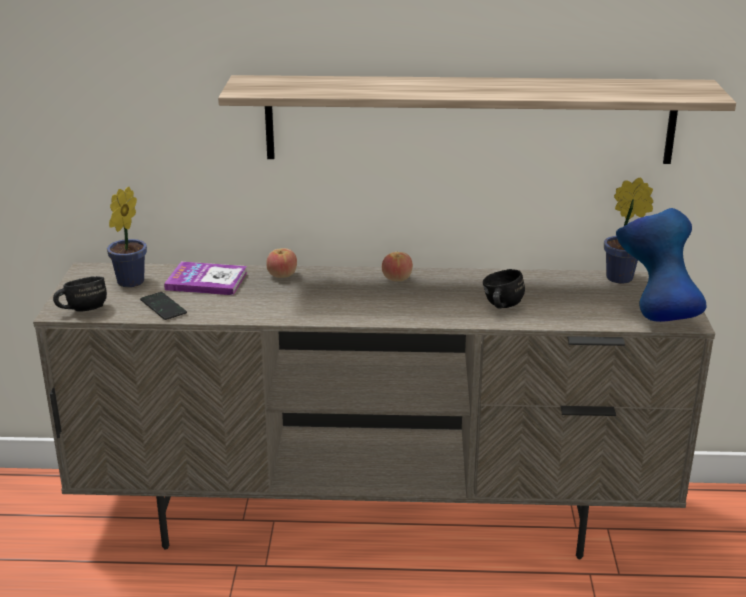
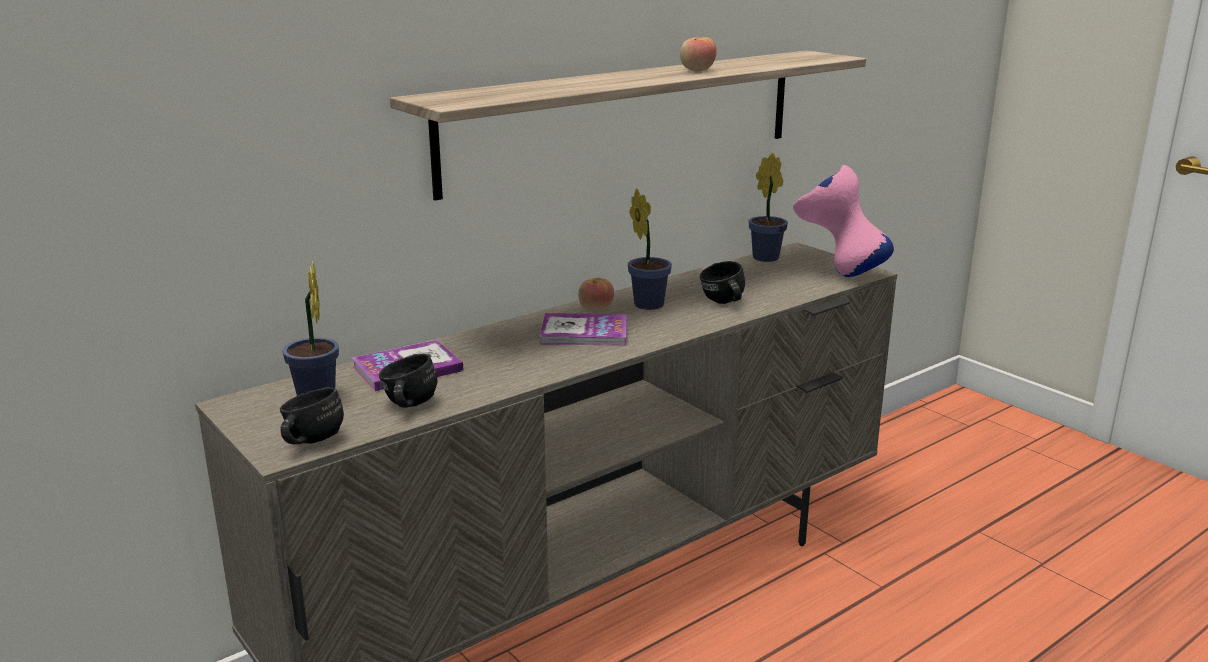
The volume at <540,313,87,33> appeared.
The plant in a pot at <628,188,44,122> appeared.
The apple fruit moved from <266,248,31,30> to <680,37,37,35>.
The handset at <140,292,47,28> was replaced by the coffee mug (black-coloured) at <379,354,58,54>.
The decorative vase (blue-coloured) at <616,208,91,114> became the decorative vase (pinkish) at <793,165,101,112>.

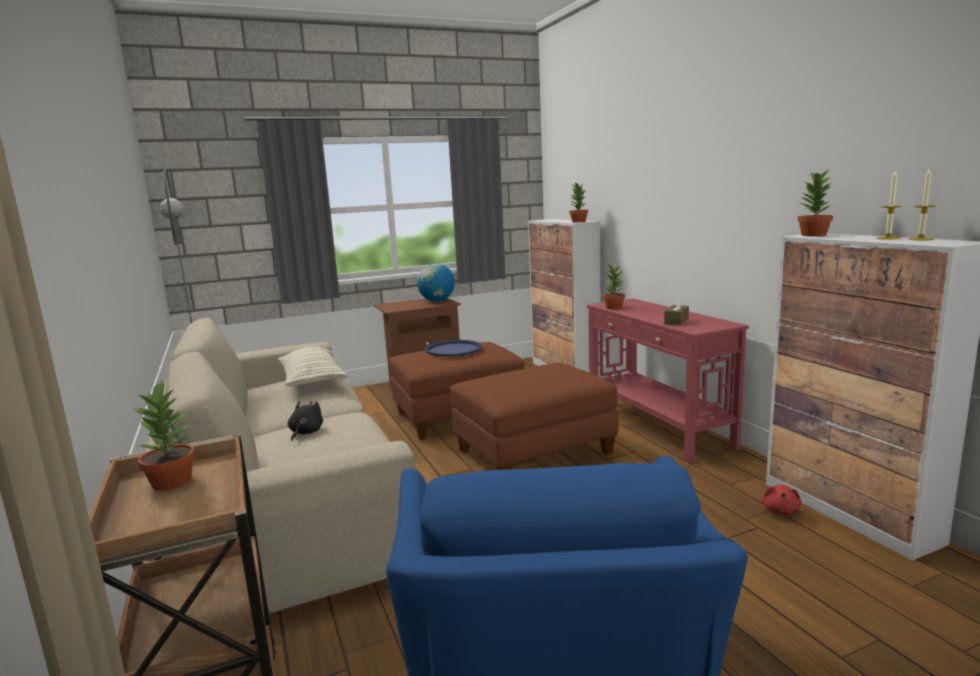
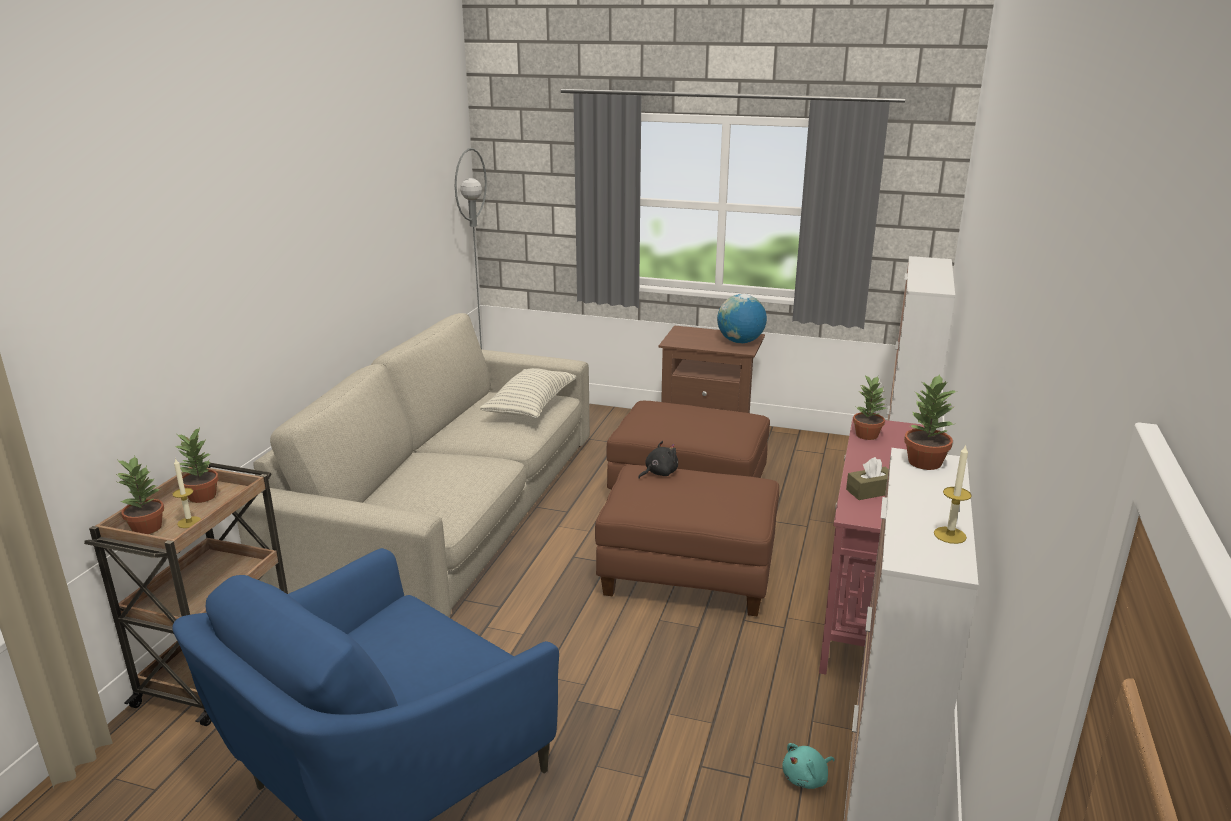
The tray (blue-coloured) at <425,340,57,17> disappeared.
The plush toy (black-coloured) moved from <288,401,35,40> to <638,441,40,38>.
The plant in a pot moved from <569,182,19,41> to <117,456,47,78>.
The candle moved from <876,169,26,71> to <173,458,28,70>.
The plush toy (red-coloured) at <761,485,41,30> became the plush toy (blue-green) at <782,743,53,46>.

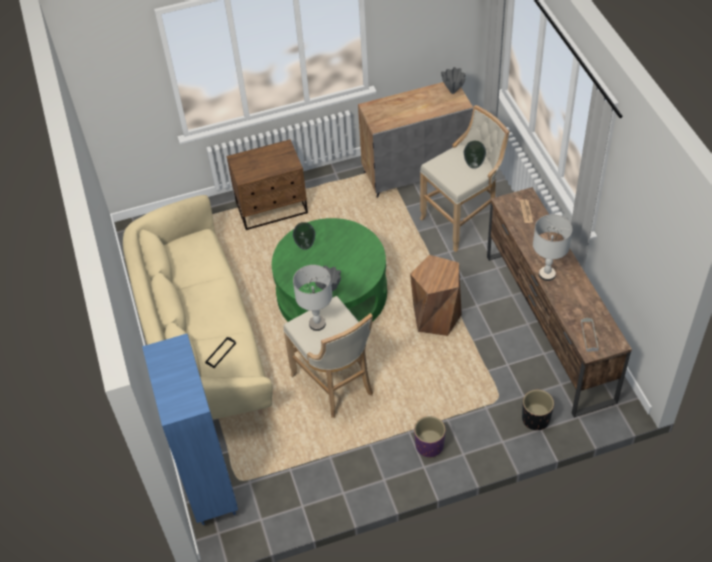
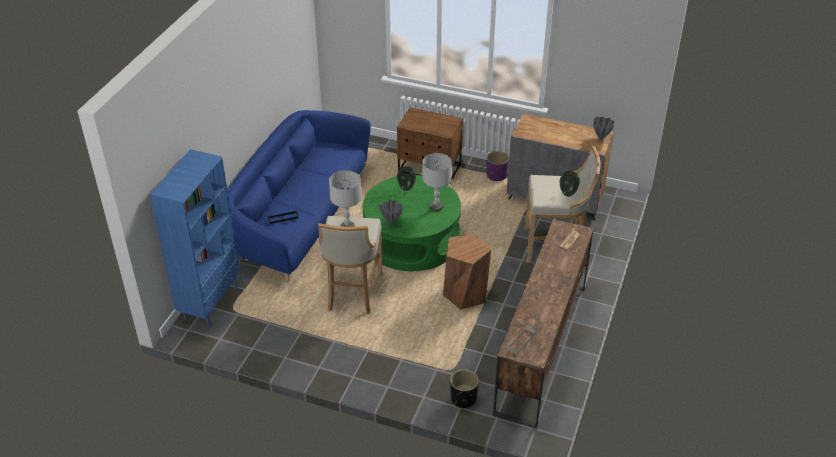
The plant pot (purplish) moved from <414,416,31,42> to <487,151,22,30>.
The lamp for a table (greyish) moved from <533,214,40,67> to <422,153,30,58>.
The couch (beige) at <123,195,150,224> became the couch (blue-coloured) at <227,110,144,171>.

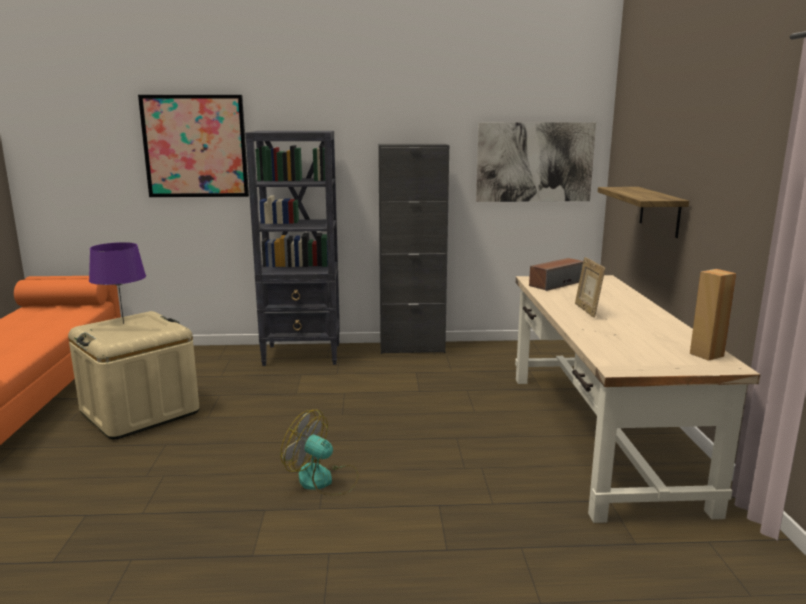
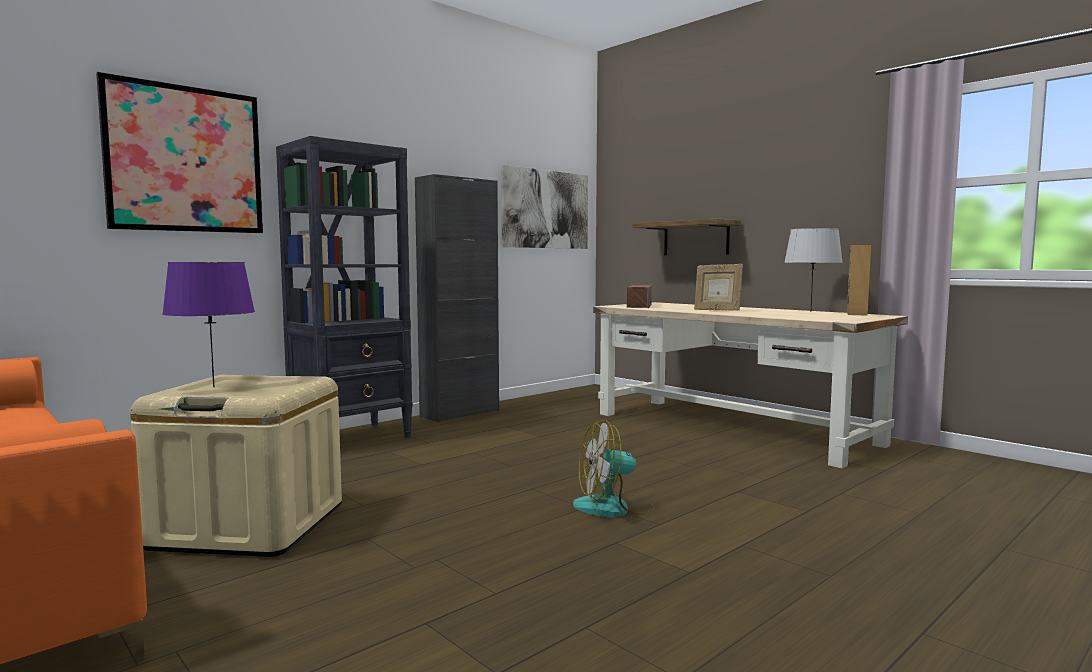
The lamp for a table (greyish) at <784,228,59,80> appeared.

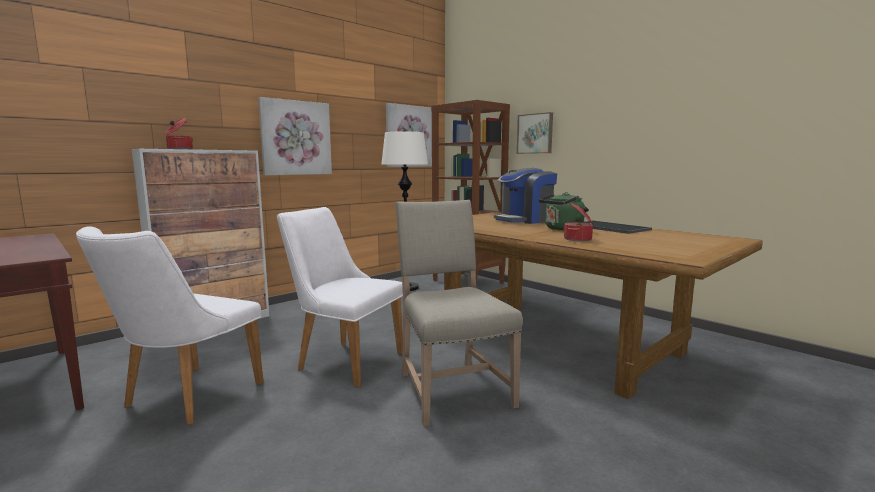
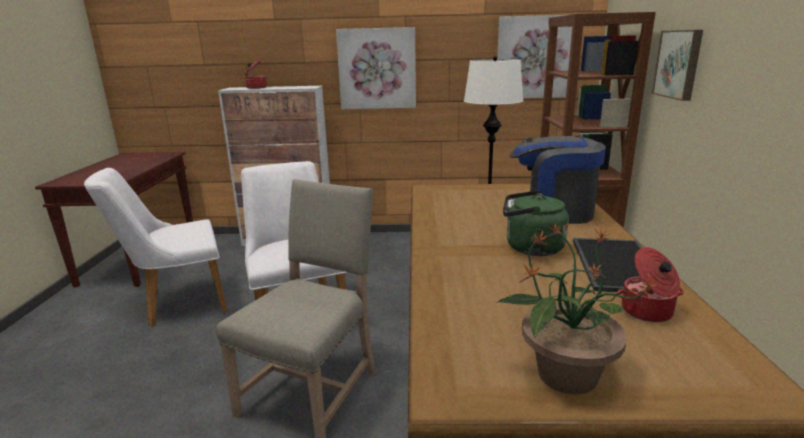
The plant in a pot at <496,221,163,174> appeared.
The saucepot moved from <563,203,30,38> to <617,247,67,75>.

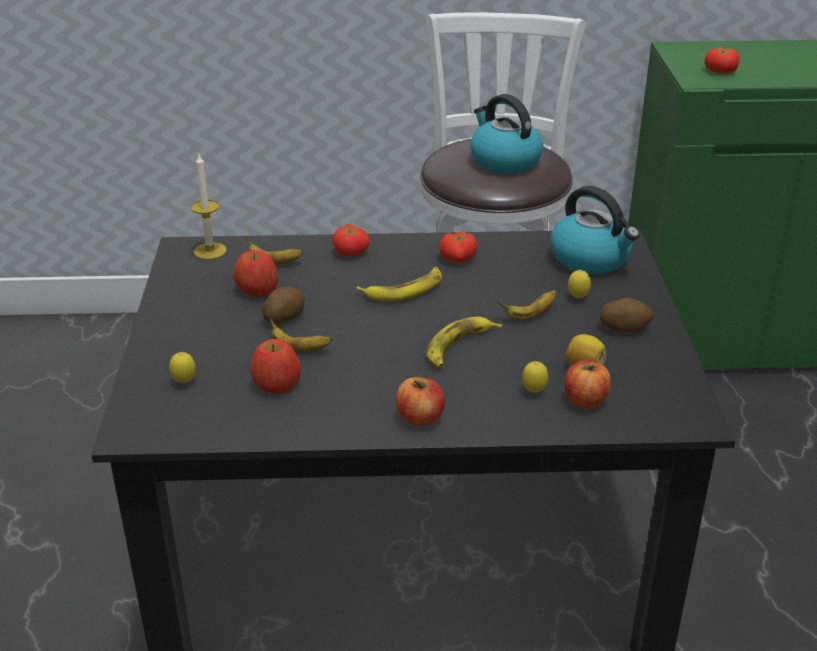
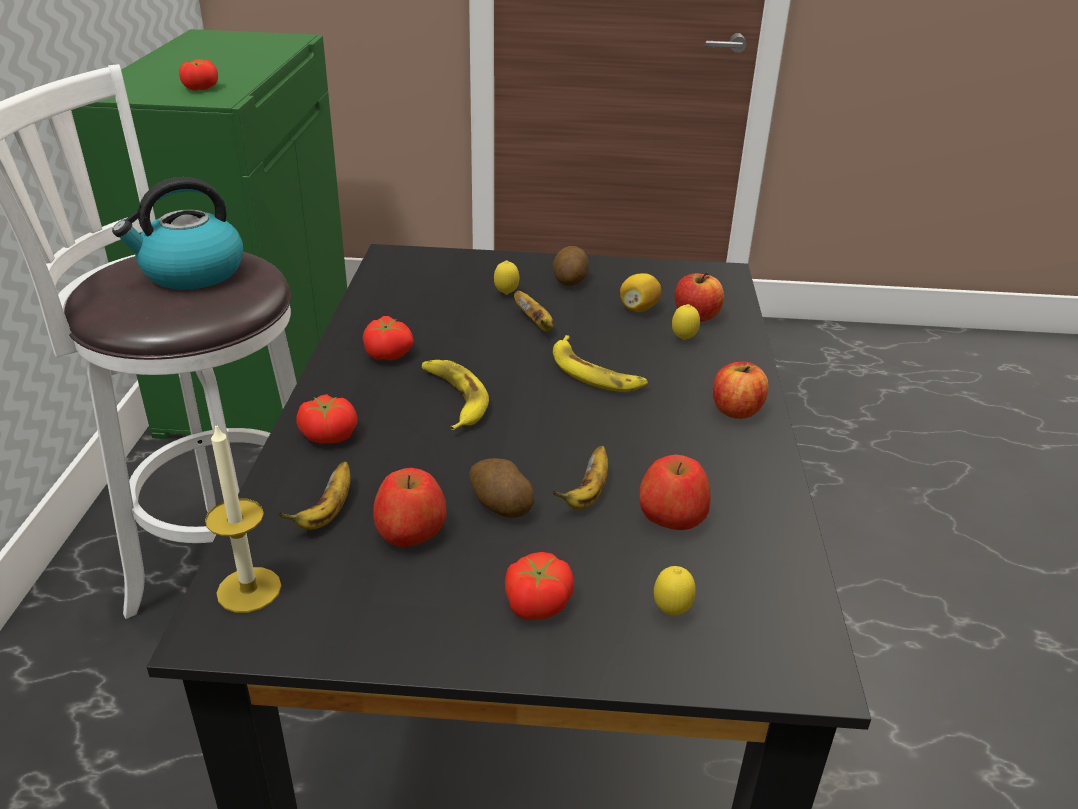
The water kettle at <550,186,89,88> disappeared.
The tomato at <505,552,69,68> appeared.

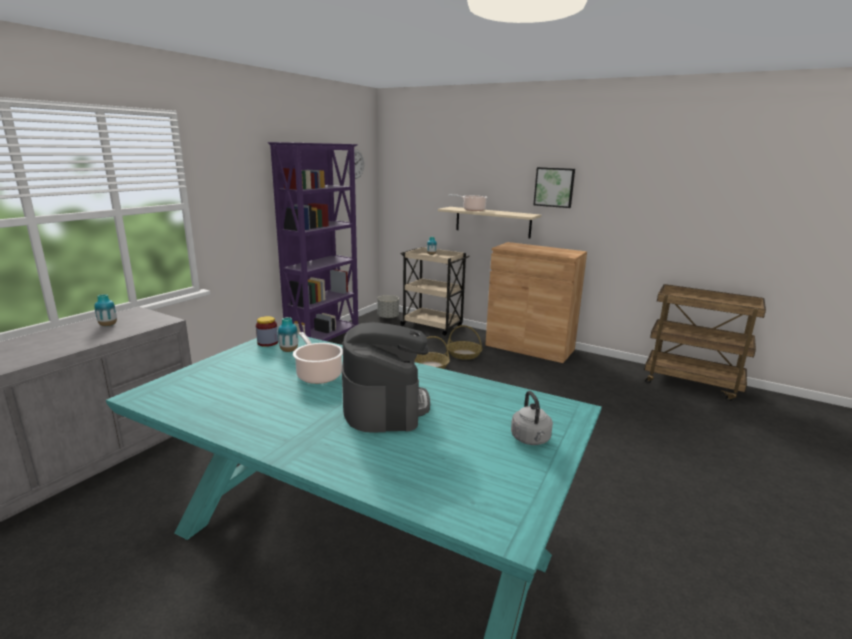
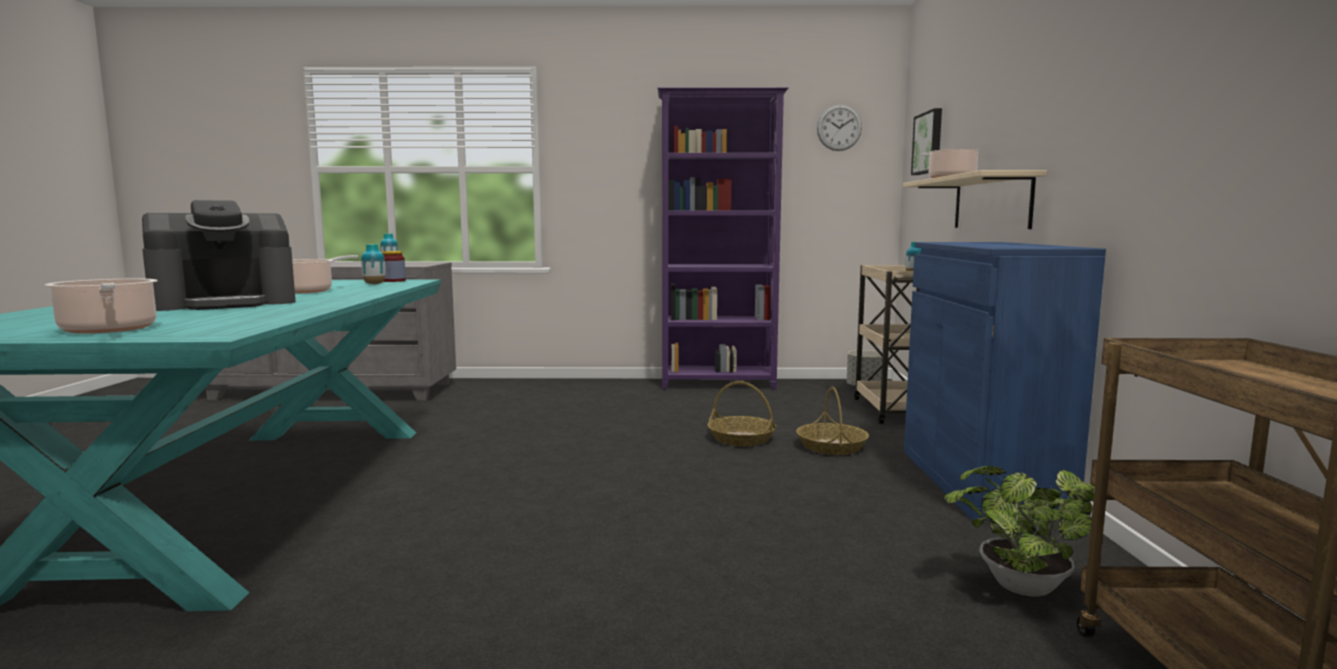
The plant in a pot at <944,466,151,130> appeared.
The wall art moved from <533,167,42,41> to <911,108,31,67>.
The water kettle (greyish) at <511,391,42,54> was replaced by the saucepot at <45,279,112,55>.
The storage cabinet (brown-coloured) at <485,242,102,121> became the storage cabinet (blue-coloured) at <904,242,202,279>.

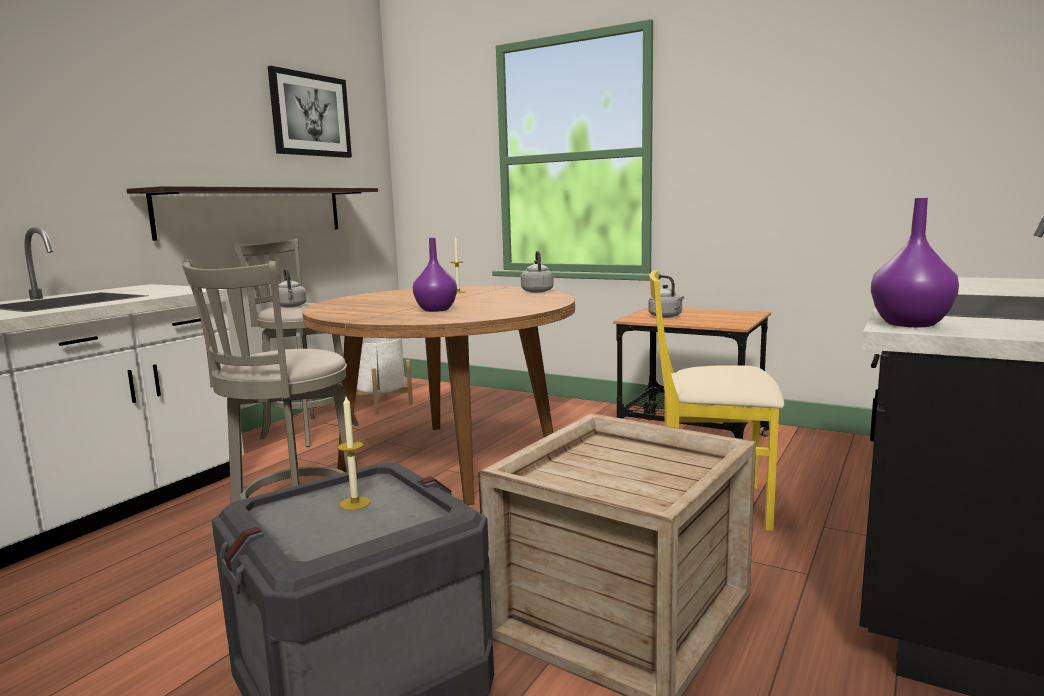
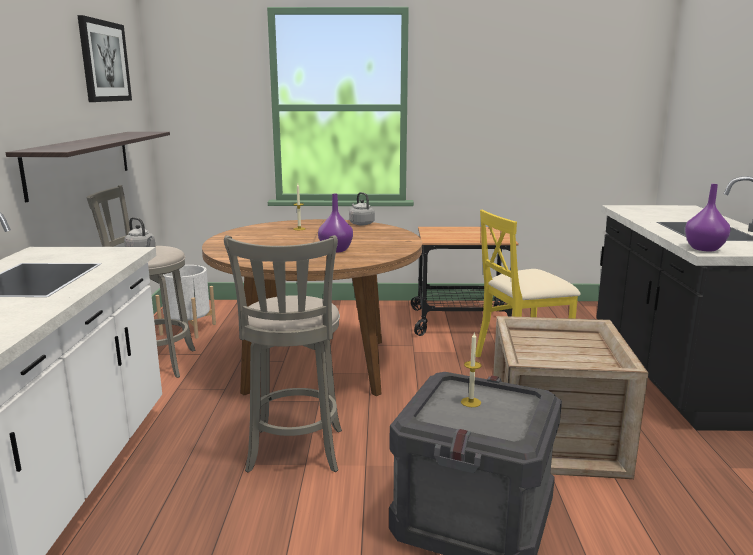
The water kettle (greyish) at <649,275,35,43> disappeared.

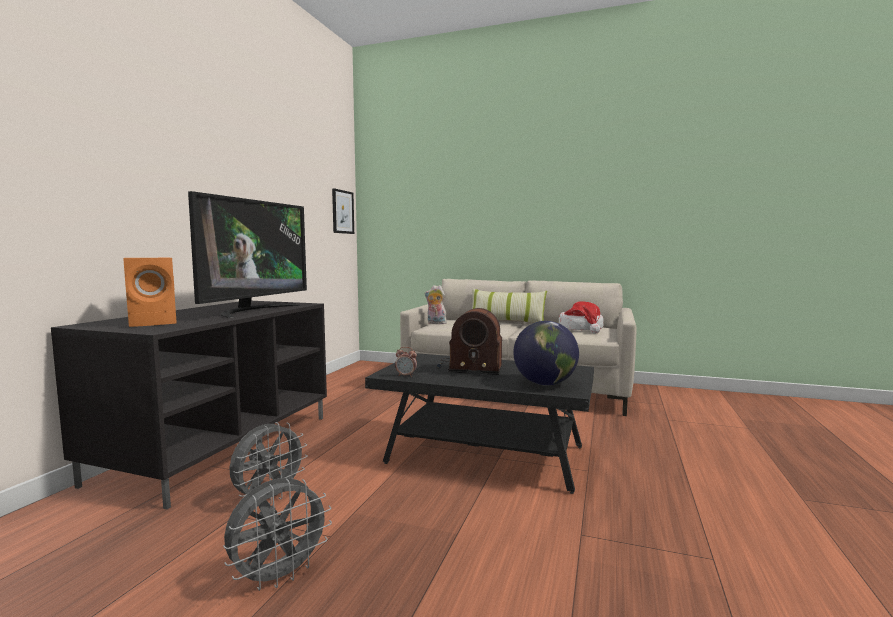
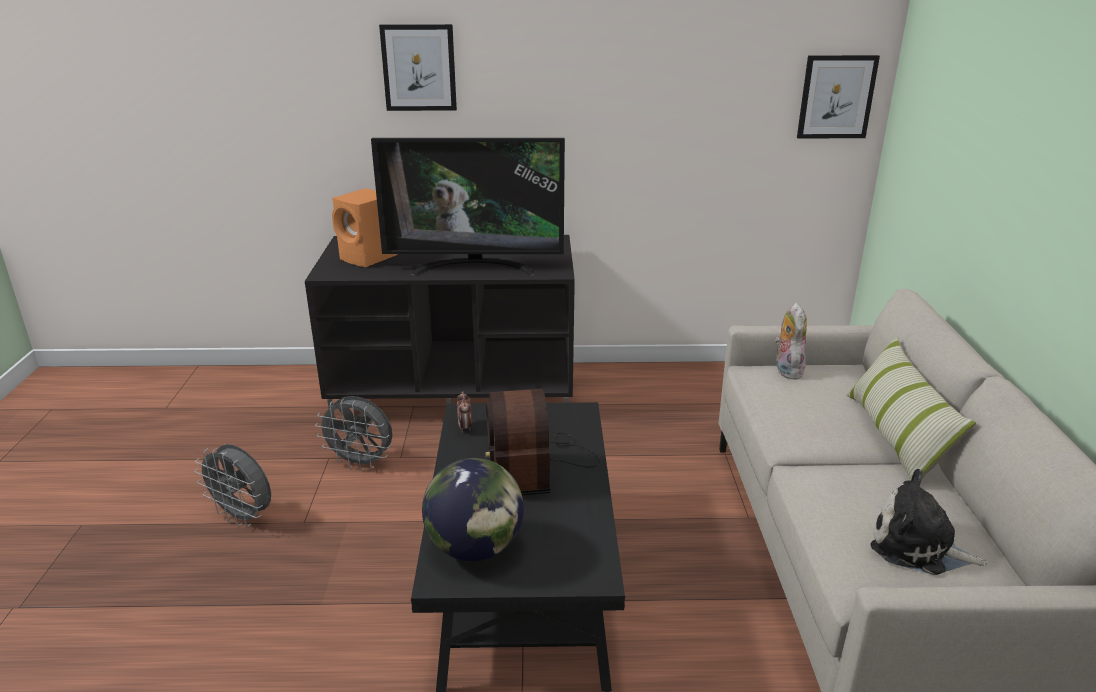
The wall art at <379,24,78,87> appeared.
The wearable hat at <559,301,44,33> was replaced by the plush toy at <870,469,118,106>.

